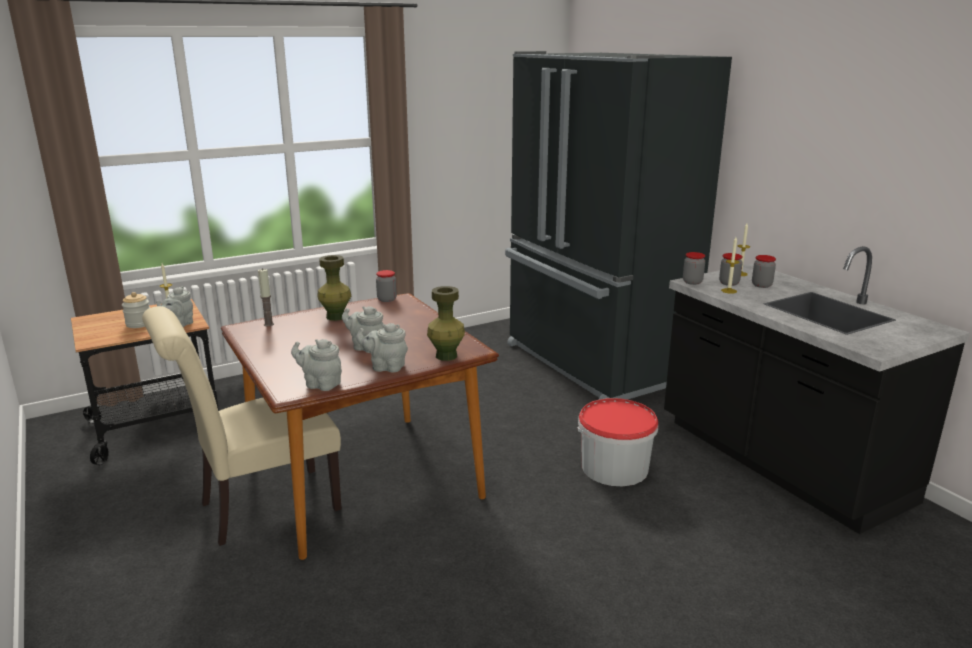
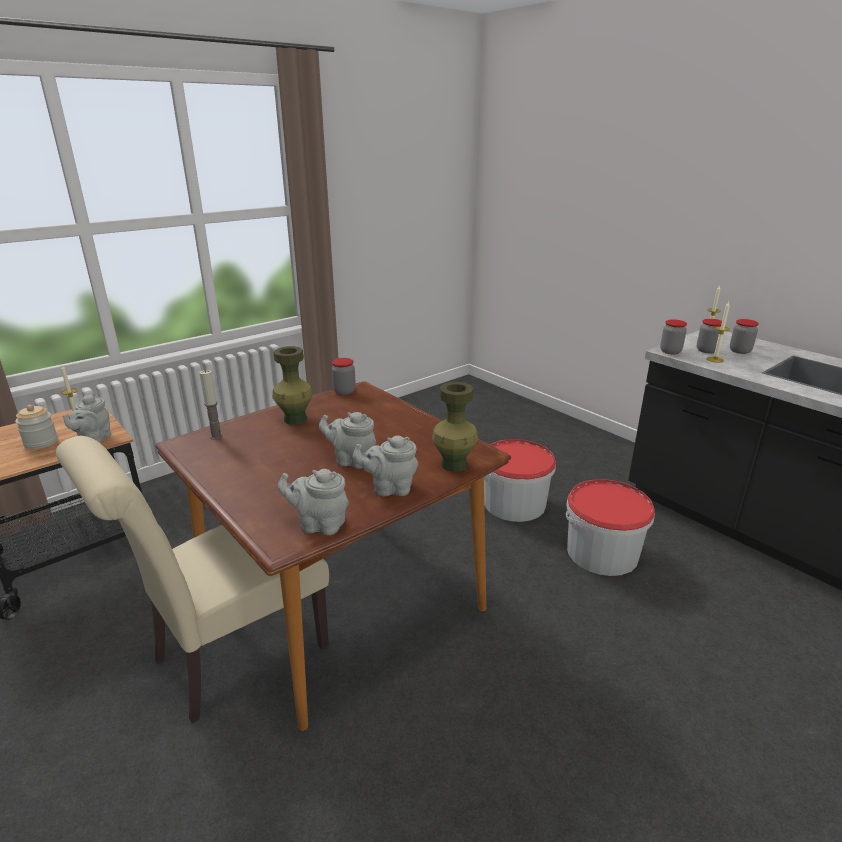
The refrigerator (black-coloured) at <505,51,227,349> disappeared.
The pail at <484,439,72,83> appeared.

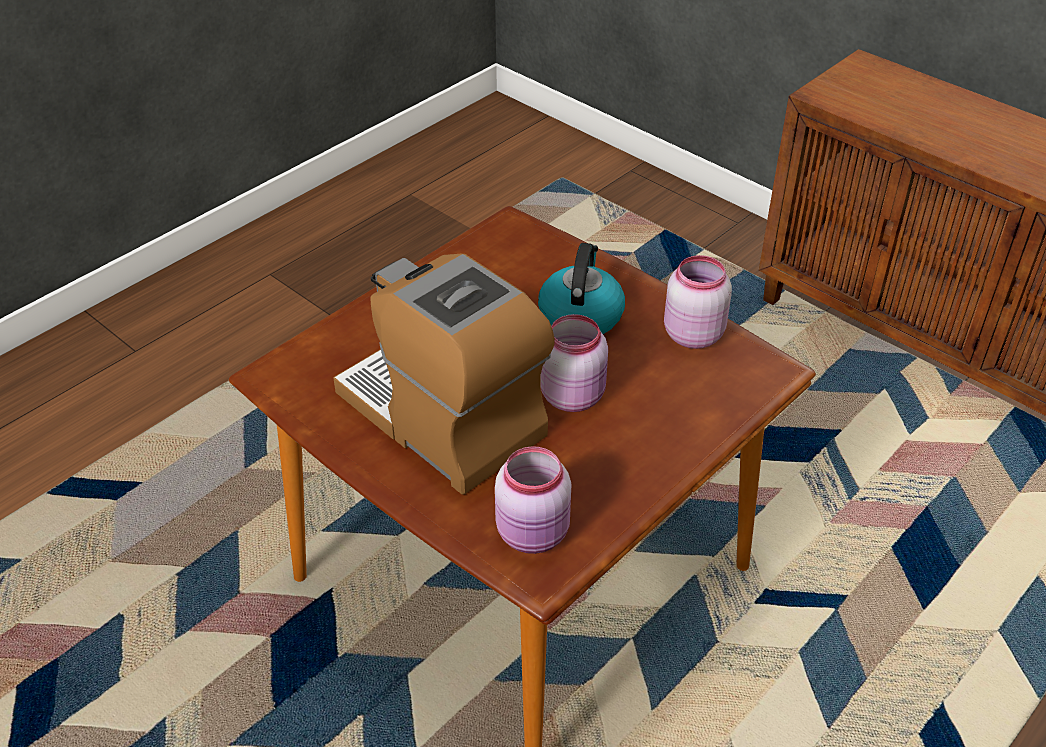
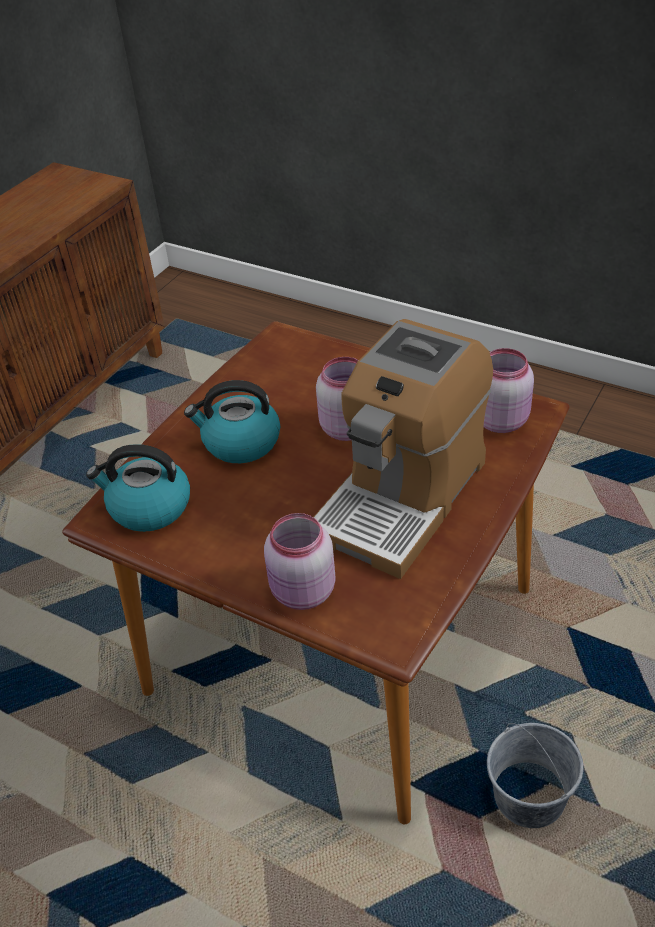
The water kettle at <86,444,104,88> appeared.
The pail (greyish) at <487,723,96,105> appeared.
The preserve jar (pinkish) moved from <664,255,68,94> to <264,513,72,97>.

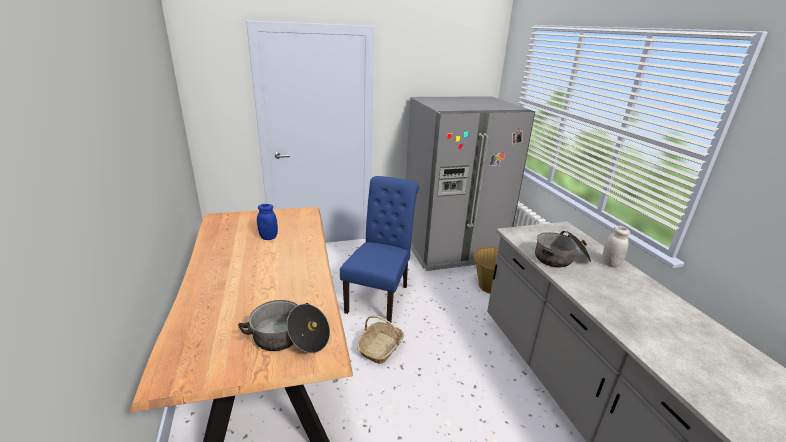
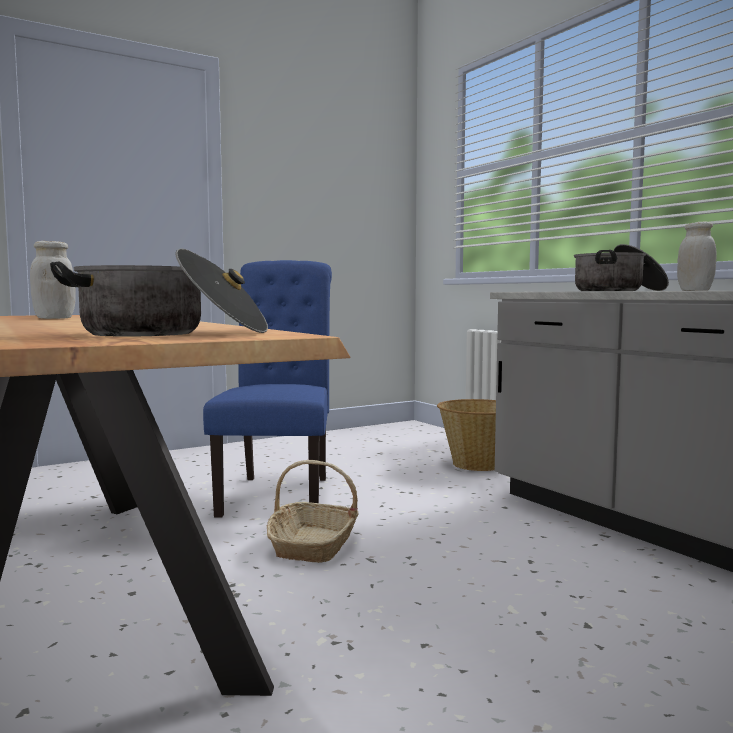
The refrigerator (greyish) at <406,96,129,175> disappeared.
The preserve jar (blue-coloured) at <257,204,21,36> became the preserve jar (white) at <30,241,46,78>.

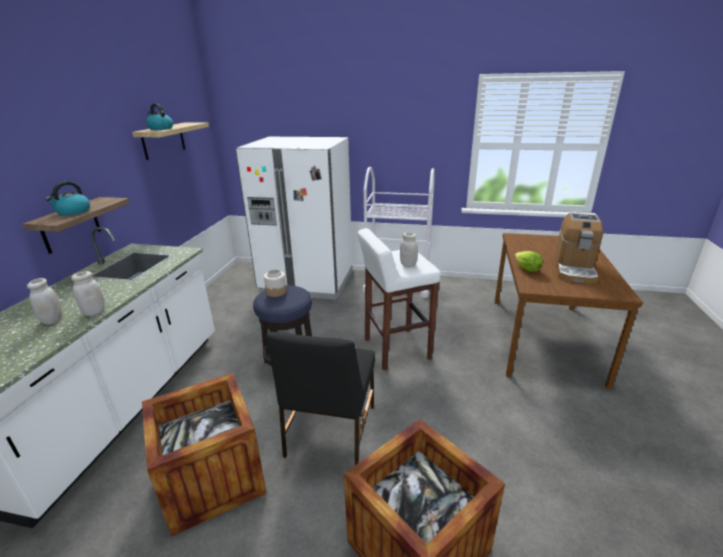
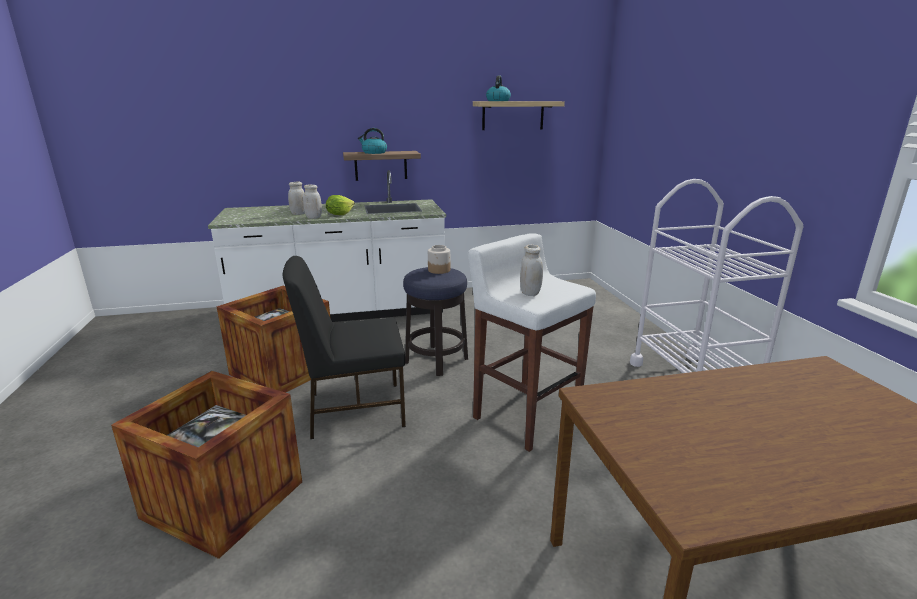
The refrigerator (white) at <235,137,117,163> disappeared.
The coffee brewer at <555,213,48,71> disappeared.
The head of lettuce moved from <514,251,29,21> to <326,195,29,20>.

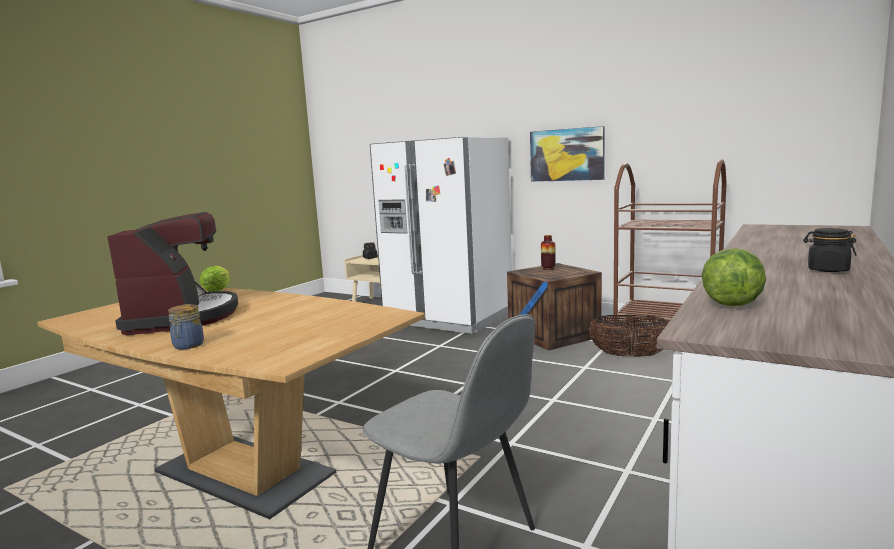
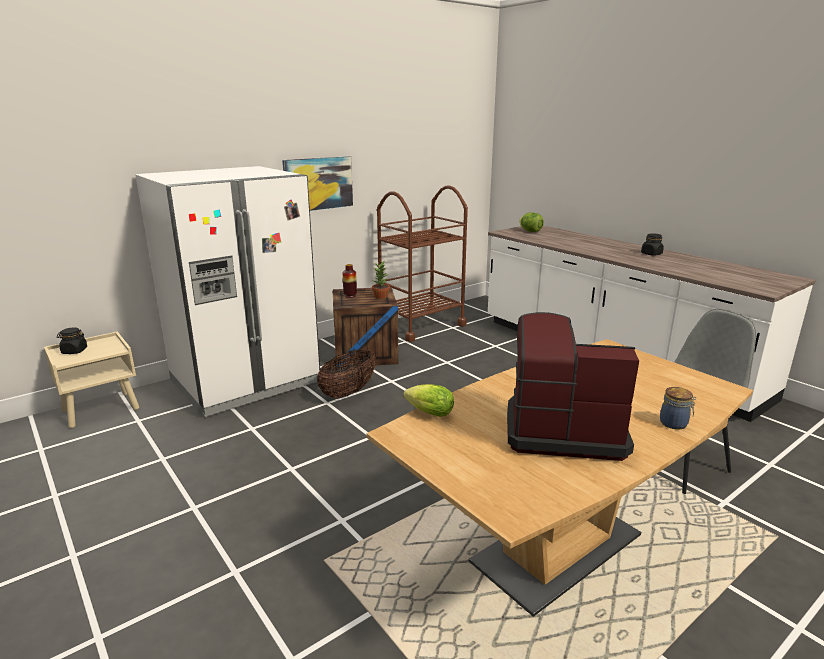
The plant in a pot at <372,261,18,38> appeared.
The basket moved from <589,315,80,42> to <317,349,59,50>.
The head of lettuce moved from <702,248,64,58> to <519,212,25,20>.

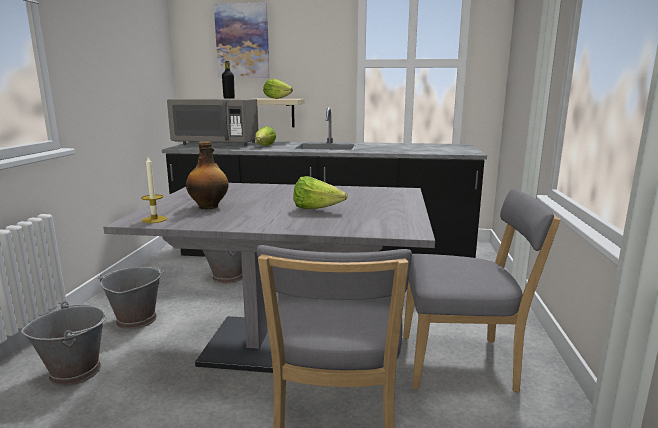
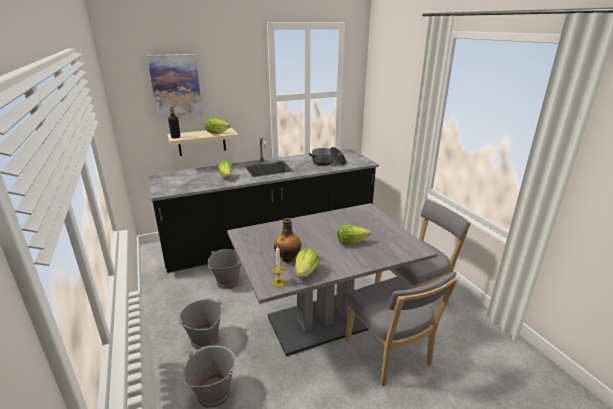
The microwave (greyish) at <167,98,91,48> disappeared.
The head of lettuce at <295,248,25,30> appeared.
The saucepot at <309,147,37,19> appeared.

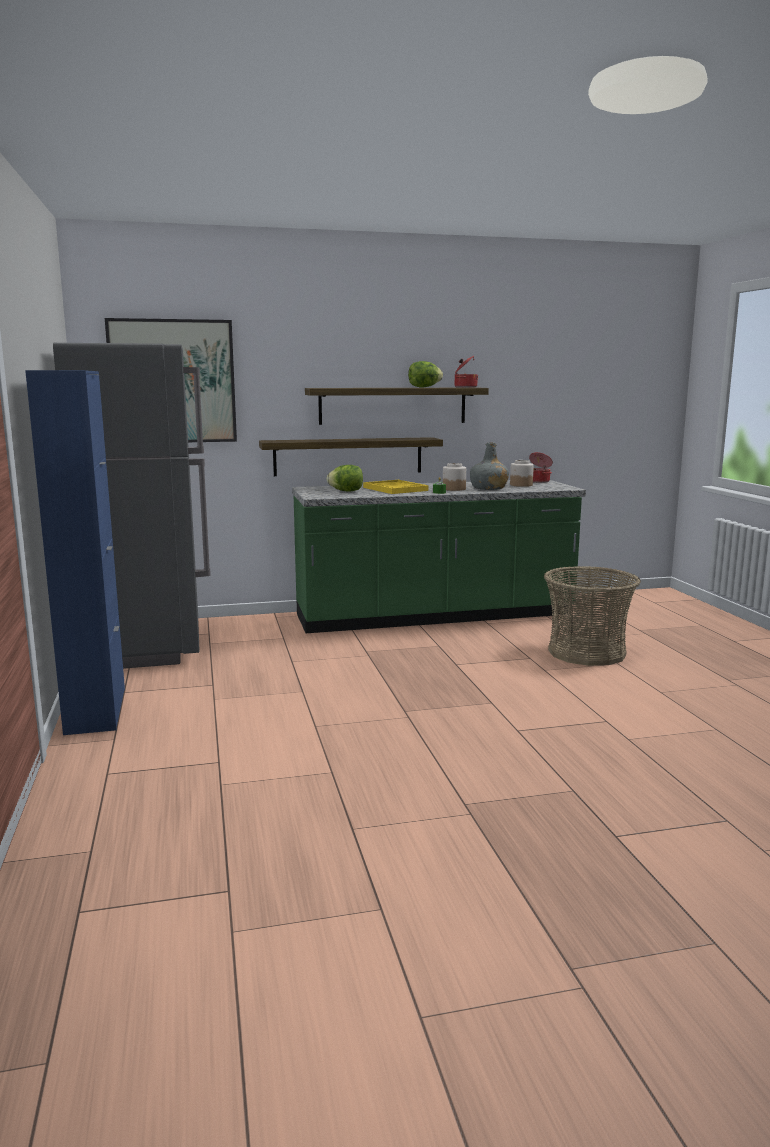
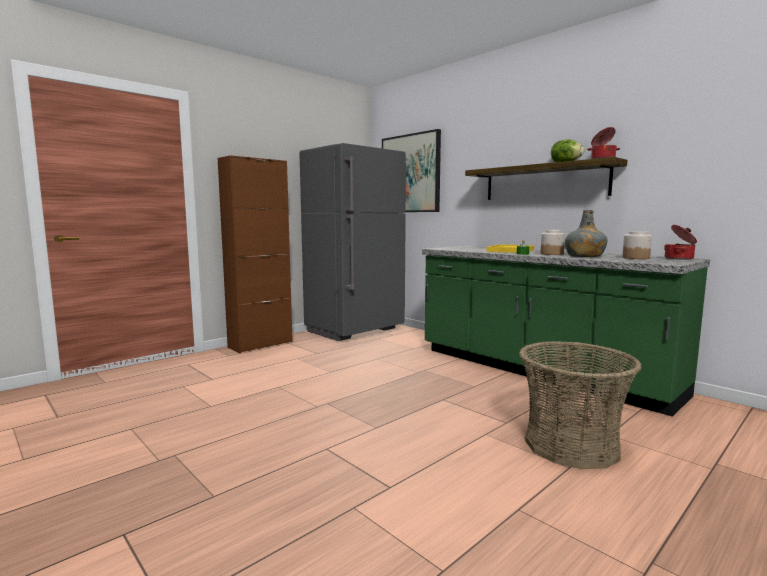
The bracket shelf at <259,437,184,39> disappeared.
The head of lettuce at <327,465,36,27> disappeared.
The storage cabinet (blue-coloured) at <25,370,100,365> became the storage cabinet (brown-coloured) at <218,155,75,198>.

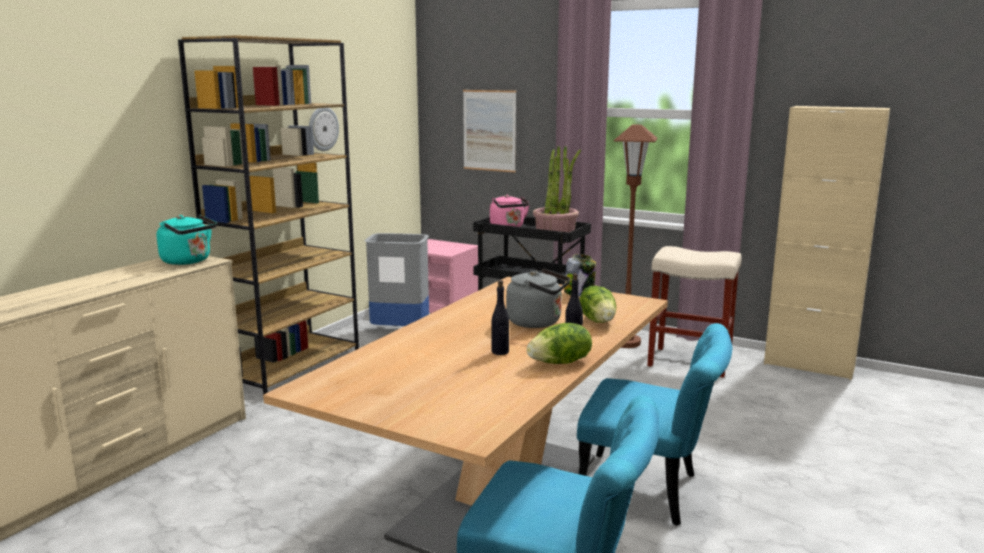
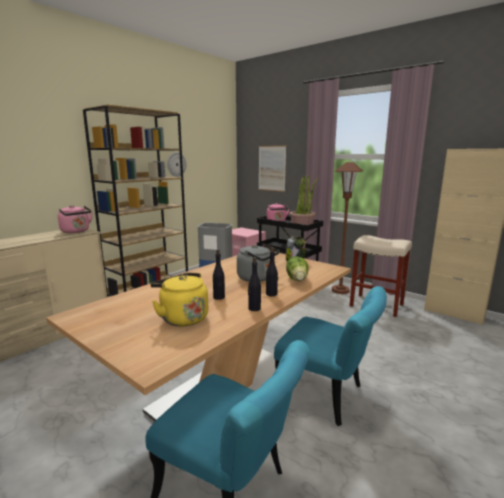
The water kettle (yellowish) at <150,273,58,53> appeared.
The head of lettuce at <527,323,65,41> was replaced by the bottle (black-coloured) at <248,257,13,54>.
The water kettle (blue-green) at <157,215,60,50> became the water kettle (pinkish) at <58,205,35,28>.

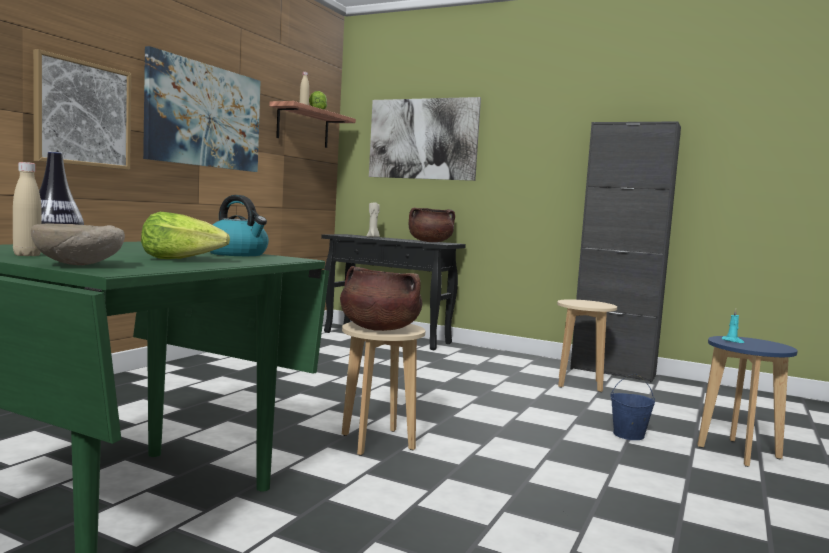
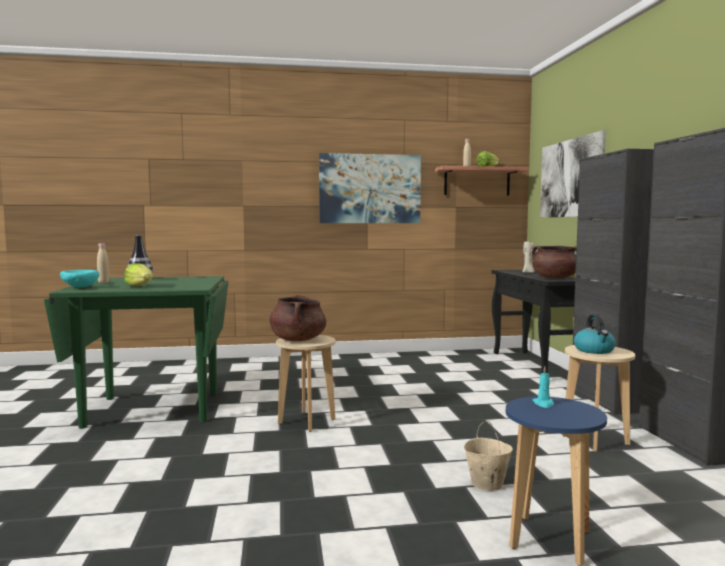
The wall art at <33,49,98,121> disappeared.
The storage cabinet (black-coloured) at <573,149,81,266> appeared.
The water kettle moved from <210,195,59,61> to <574,314,42,40>.
The bowl (beige) at <31,224,94,41> became the bowl (blue-green) at <60,270,39,18>.
The pail (blue-coloured) at <610,374,45,66> became the pail (beige) at <464,420,49,71>.

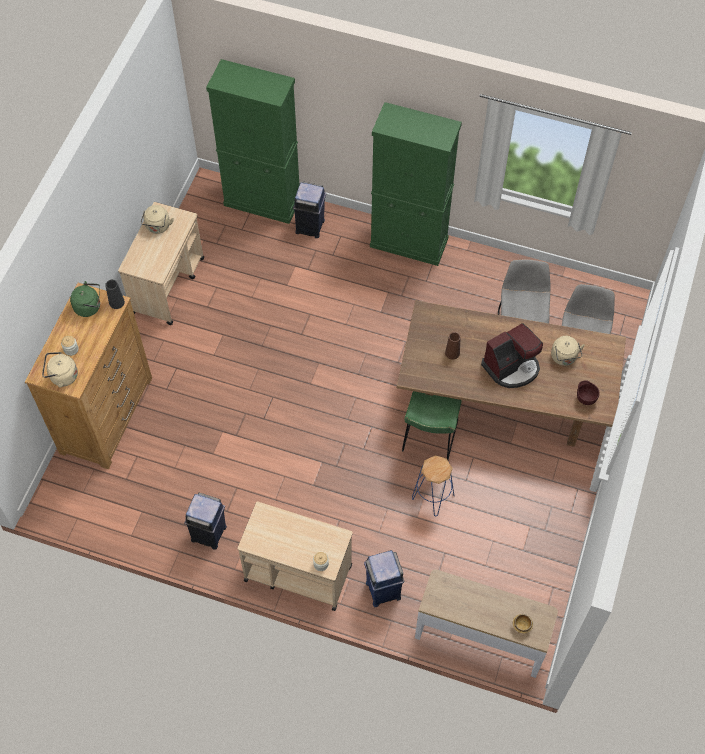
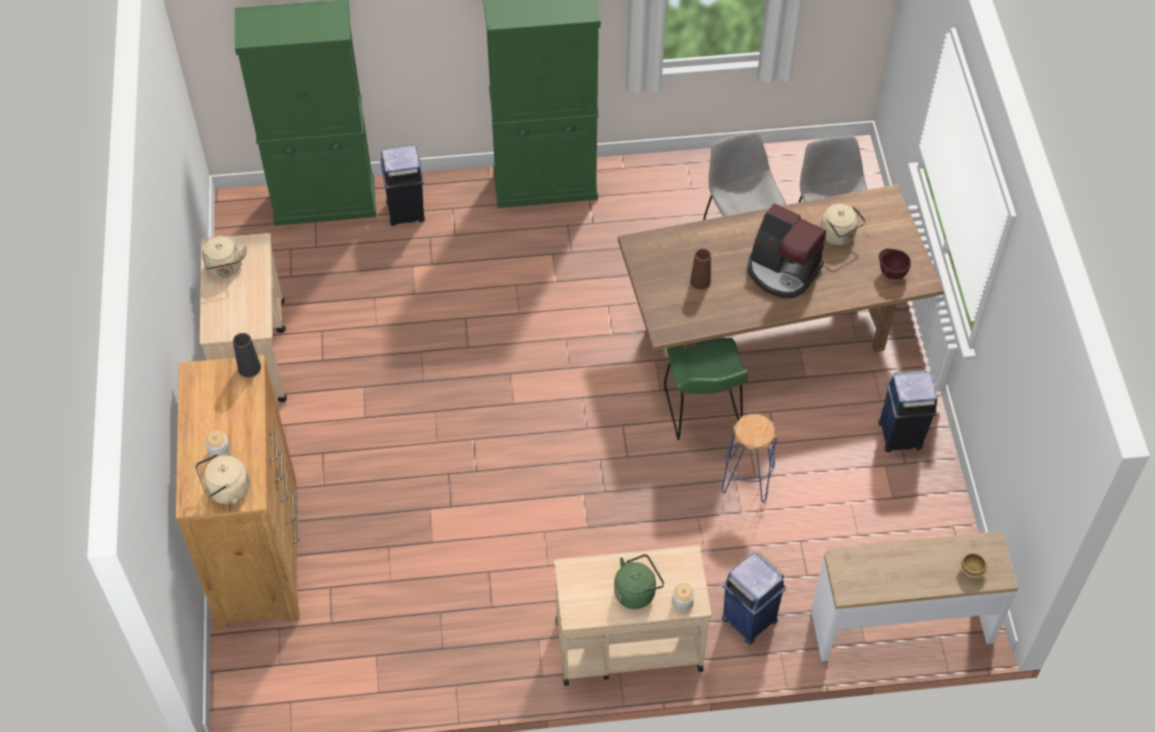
The water kettle (green-coloured) moved from <70,281,30,36> to <614,554,50,55>.
The trash can (blue-coloured) moved from <184,493,43,57> to <878,370,59,82>.
The coffee brewer at <481,323,62,65> turned 90 degrees clockwise.

